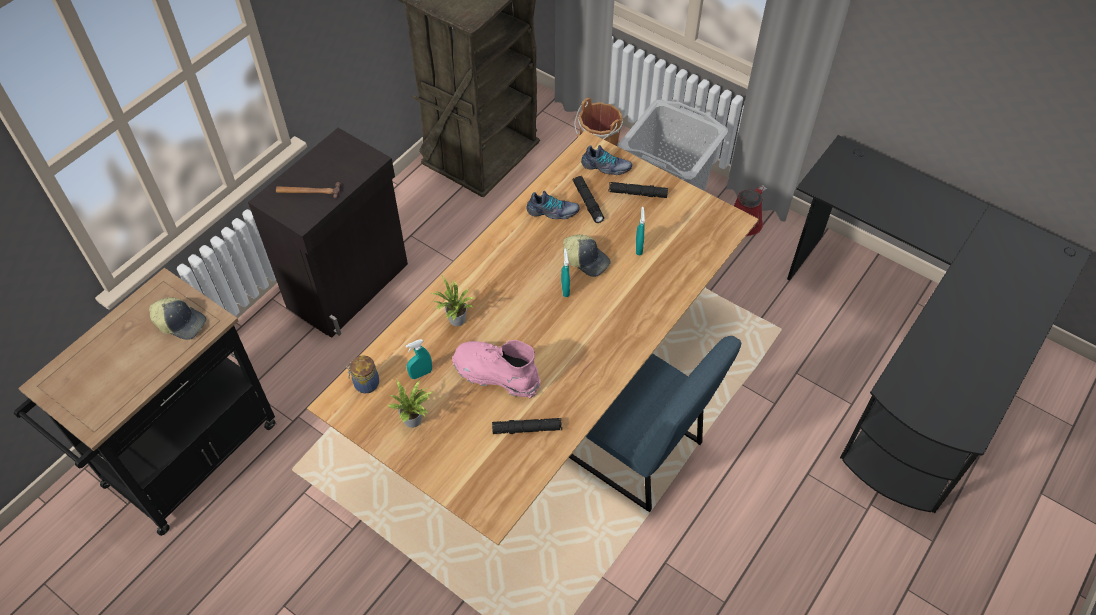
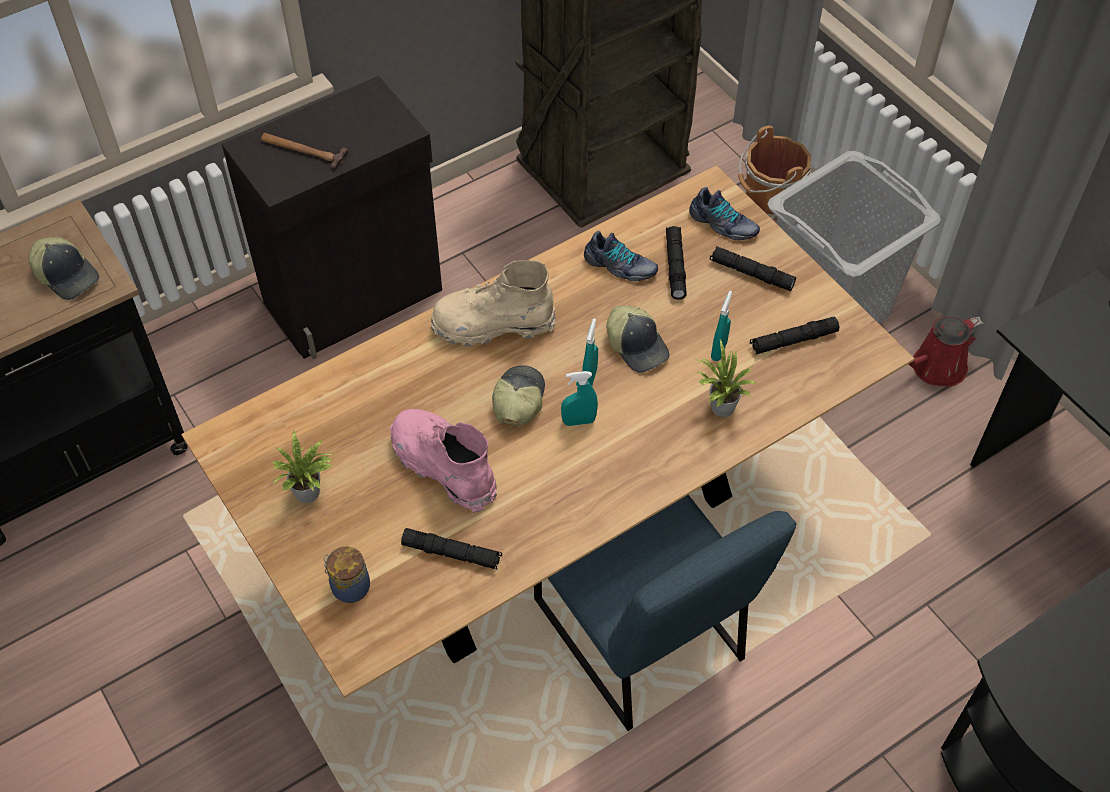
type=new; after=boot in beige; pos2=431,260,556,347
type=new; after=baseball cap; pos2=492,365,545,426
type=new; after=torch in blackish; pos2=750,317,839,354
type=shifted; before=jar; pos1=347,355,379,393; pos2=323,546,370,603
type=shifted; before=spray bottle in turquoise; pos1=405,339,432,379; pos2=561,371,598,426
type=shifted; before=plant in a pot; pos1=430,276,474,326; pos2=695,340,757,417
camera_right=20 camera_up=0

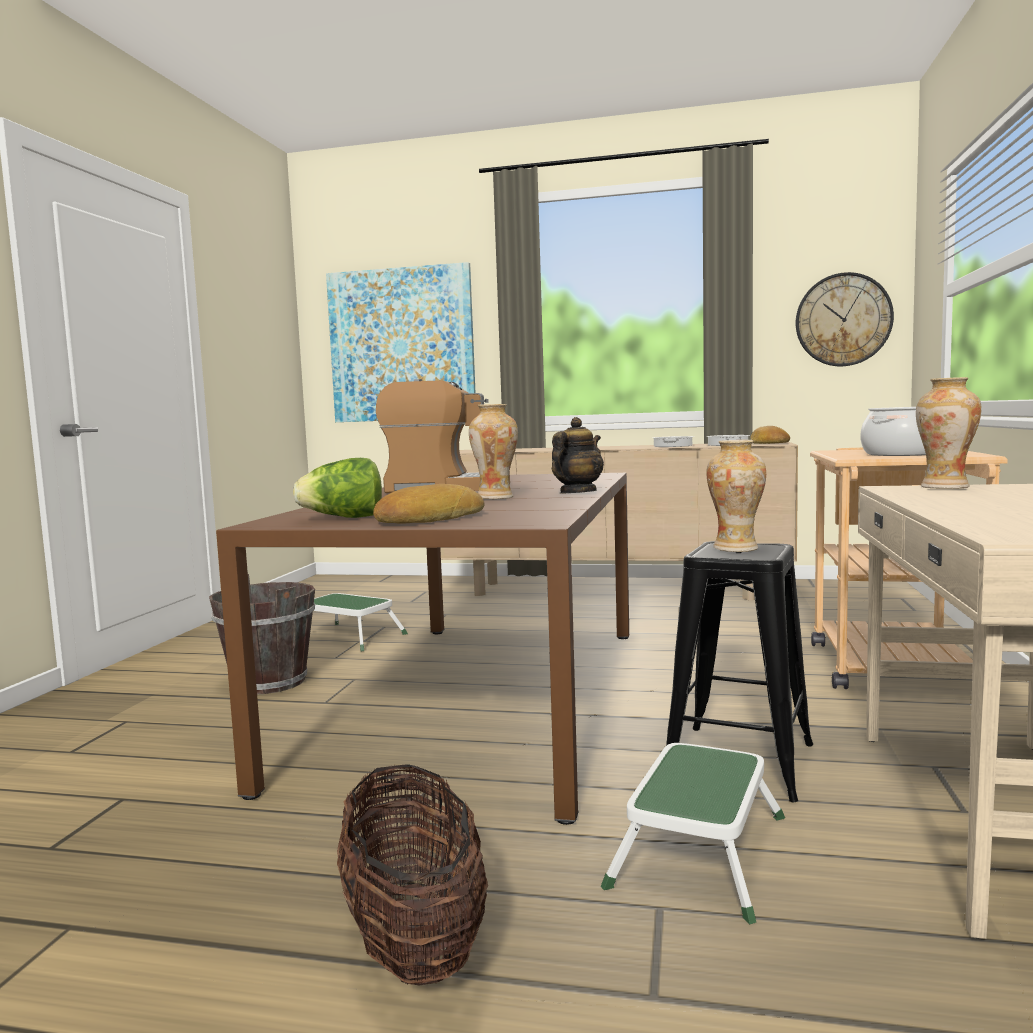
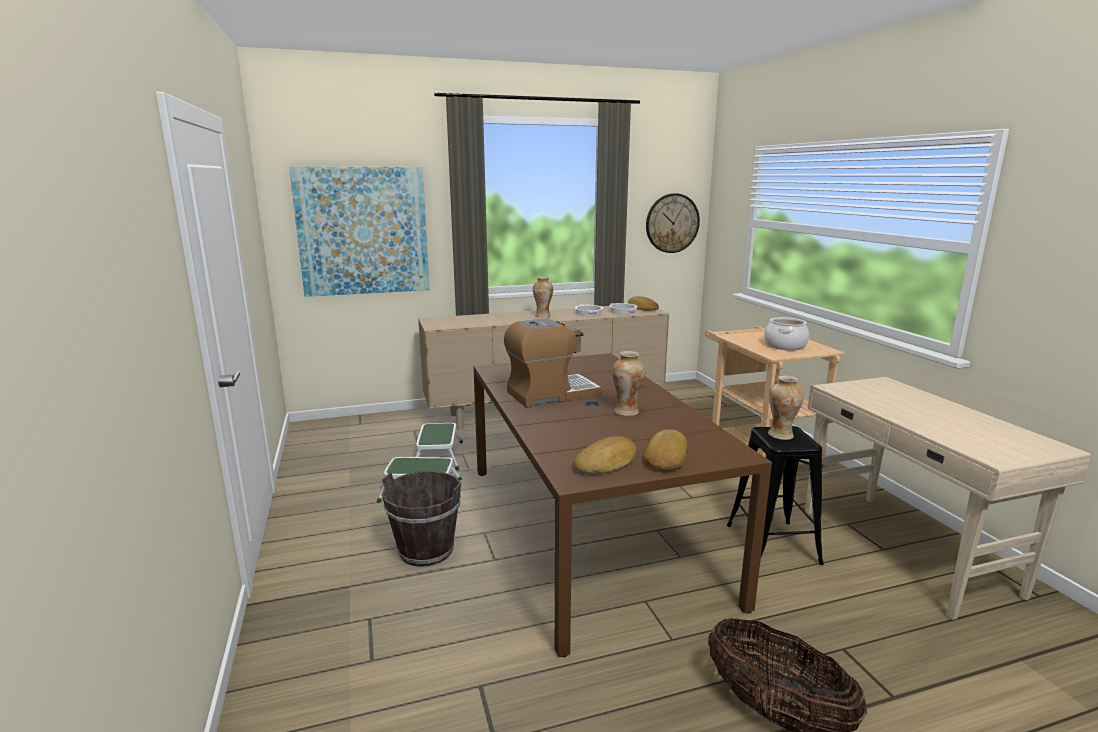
type=gone; before=teapot; pos1=552,417,604,493
type=shifted; before=step stool in green; pos1=601,743,785,924; pos2=416,423,463,471
type=shifted; before=decorative vase; pos1=916,377,981,489; pos2=533,277,553,317
type=swapped; before=head of lettuce; after=bakery bread; pos1=293,458,382,518; pos2=573,436,636,474
camera_right=-30 camera_up=10

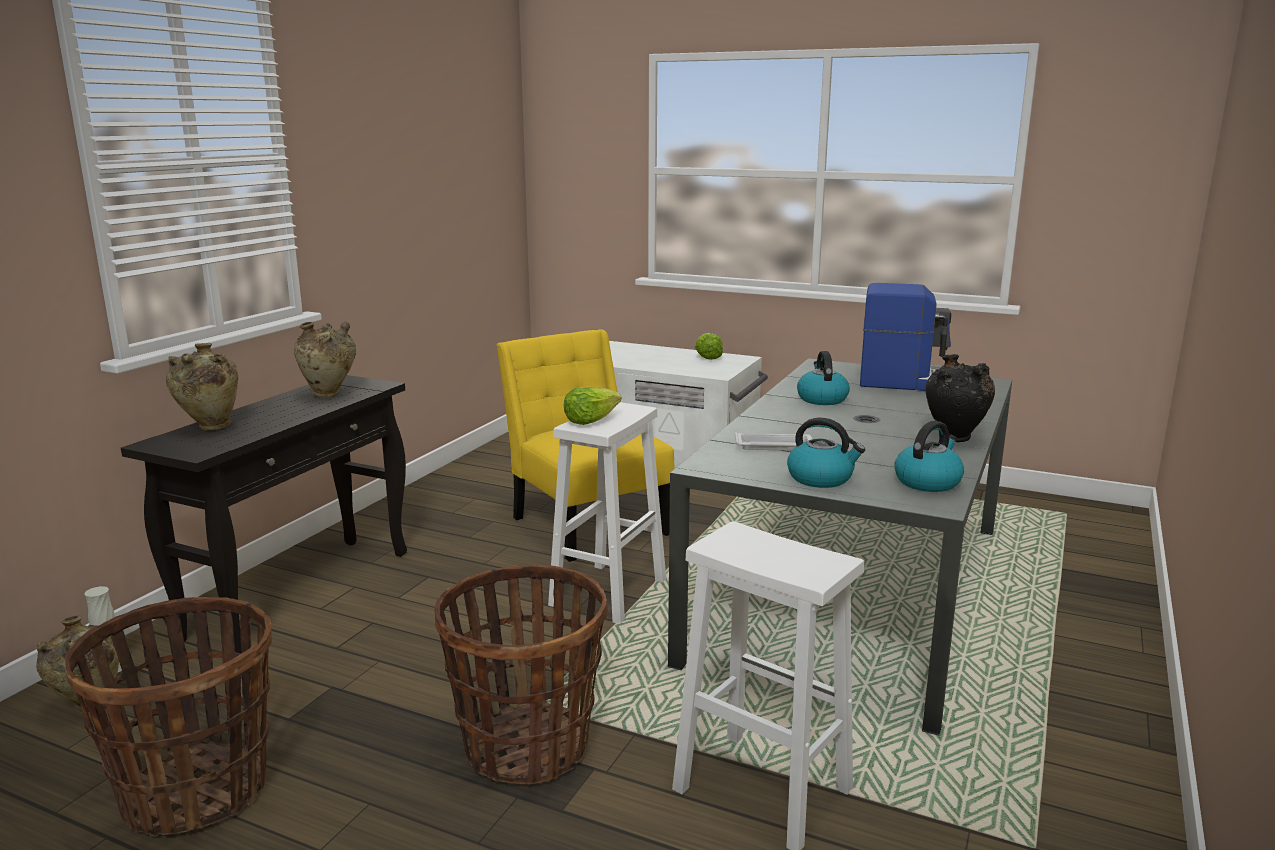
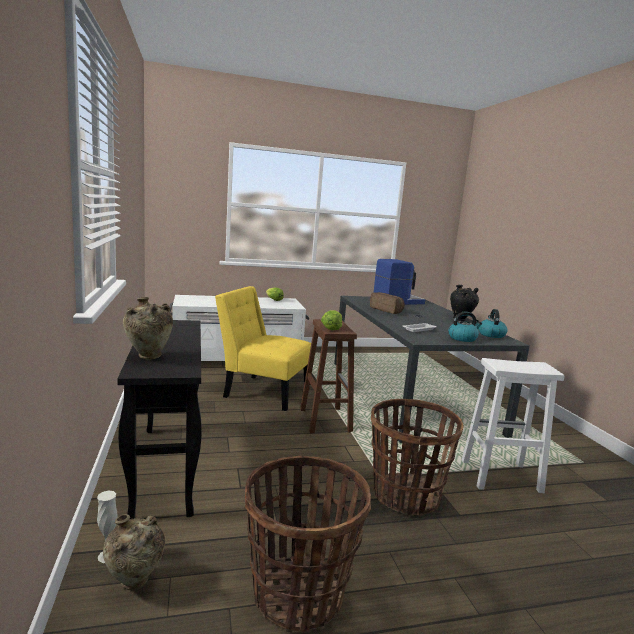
type=gone; before=decorative vase in beige; pos1=294,322,356,398
type=swapped; before=water kettle; after=bakery bread; pos1=797,351,850,405; pos2=370,292,405,314
type=repainted; before=stool in whitish; after=stool in brown-coloured; pos1=548,402,666,623; pos2=300,319,357,433
camera_right=-40 camera_up=-5

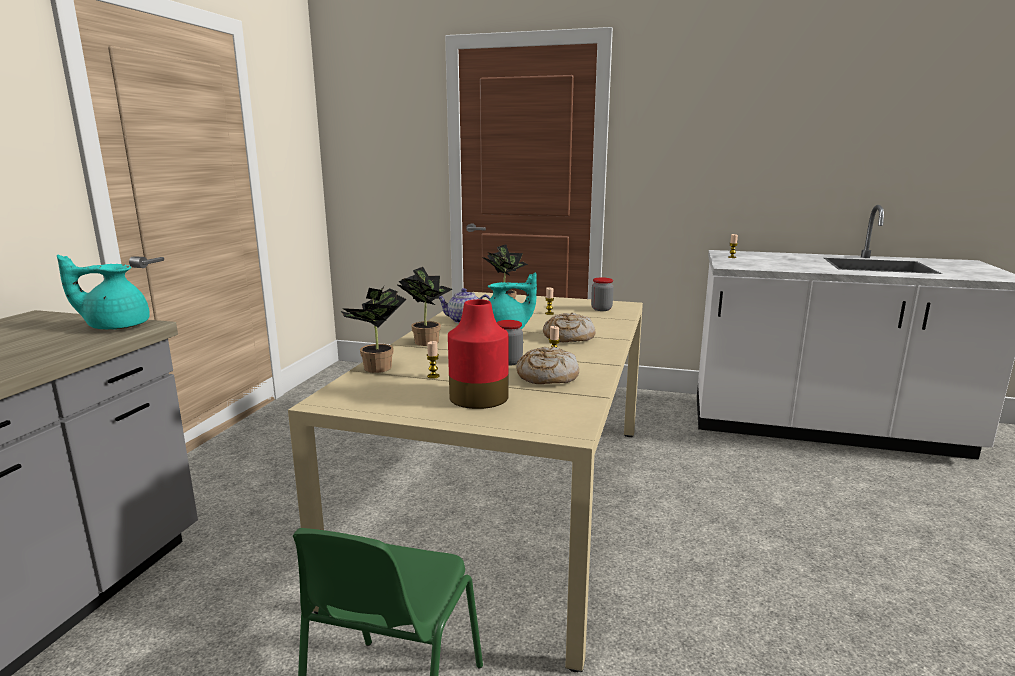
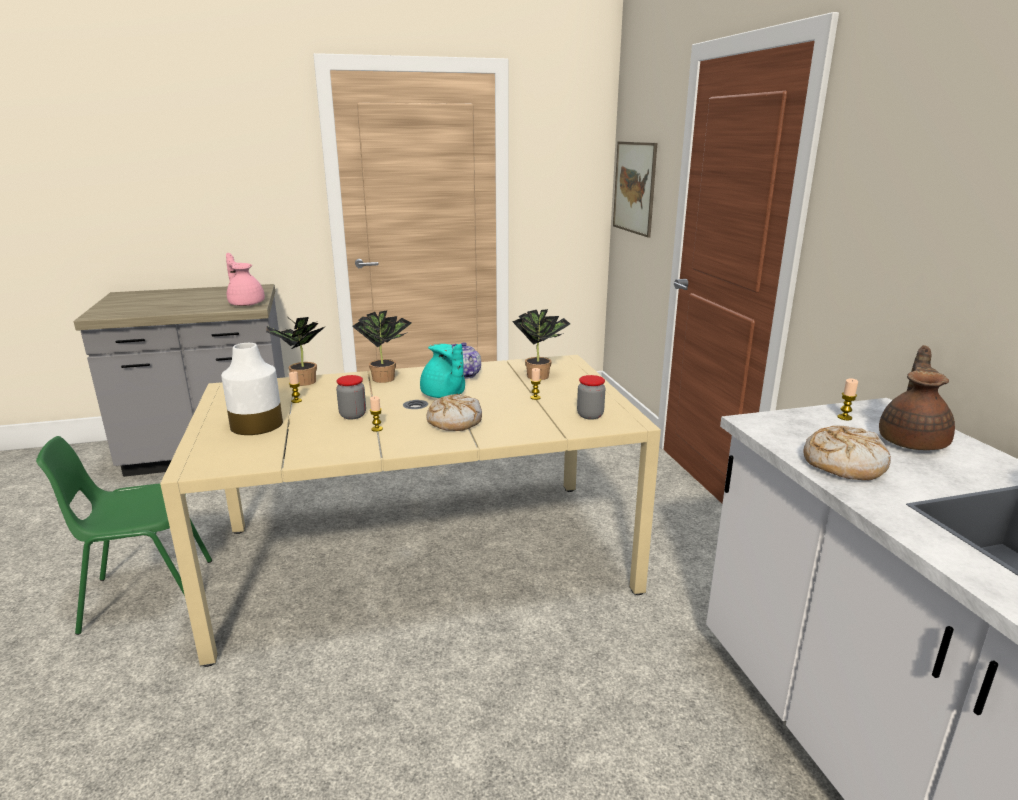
type=new; after=wall art; pos2=613,141,657,237
type=new; after=teapot in brown-coloured; pos2=879,345,955,450
type=shifted; before=bakery bread; pos1=516,346,579,384; pos2=803,425,891,480
type=repainted; before=teapot in turquoise; after=teapot in pink; pos1=57,255,150,330; pos2=226,253,265,306
type=repainted; before=decorative vase in reddish; after=decorative vase in whitish; pos1=448,299,508,409; pos2=221,343,283,435
camera_right=60 camera_up=5

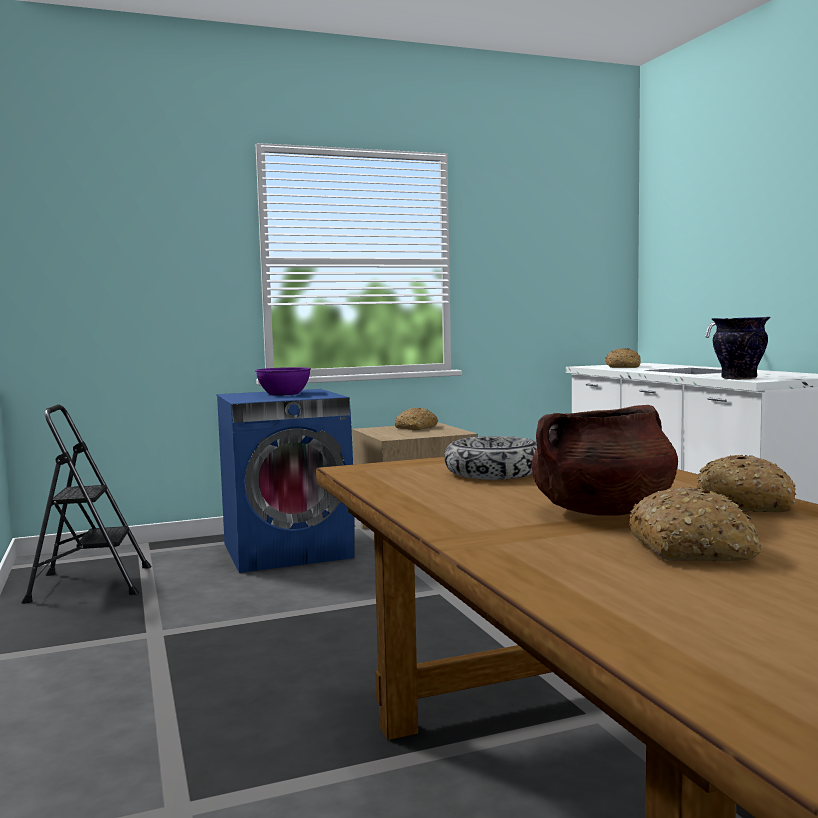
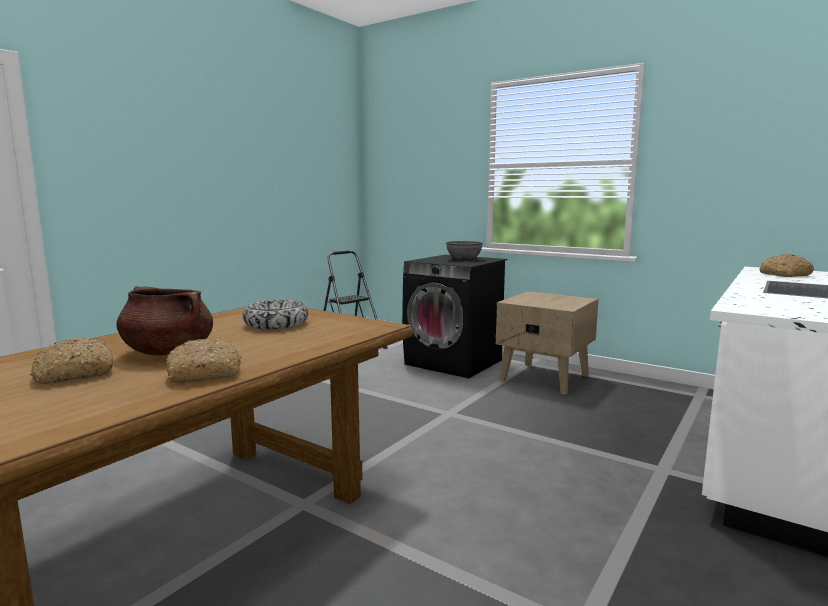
type=gone; before=bakery bread; pos1=395,408,438,430
type=gone; before=decorative vase; pos1=712,317,771,379
type=repainted; before=washing machine in blue-coloured; after=washing machine in blackish; pos1=216,389,355,573; pos2=402,255,508,378
type=repainted; before=deep dish in purple-coloured; after=deep dish in gray; pos1=255,367,311,395; pos2=446,241,483,261
camera_right=55 camera_up=5

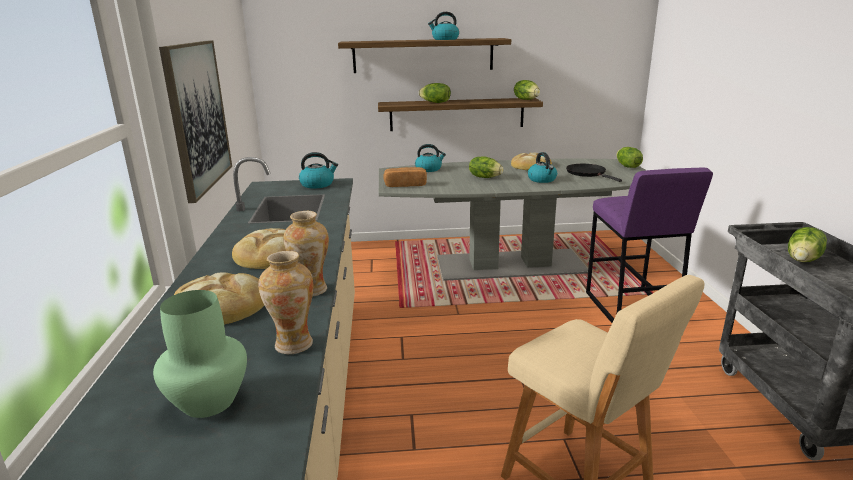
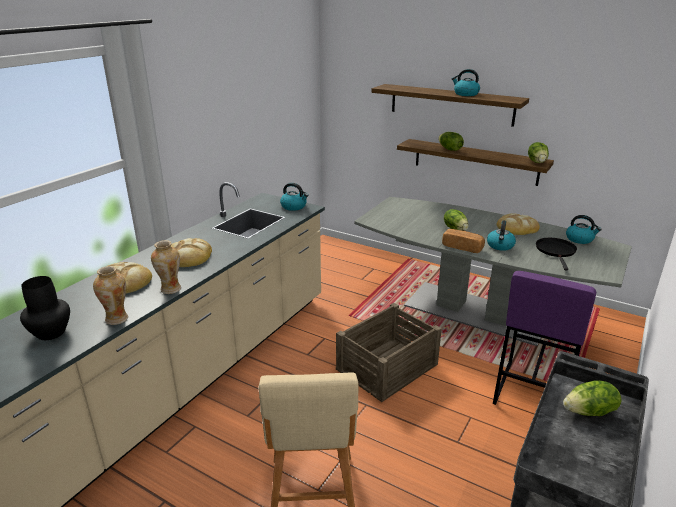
type=gone; before=wall art; pos1=159,41,232,203
type=gone; before=head of lettuce; pos1=617,147,643,168
type=new; after=shipping crate; pos2=336,303,442,402
type=shifted; before=bakery bread; pos1=383,167,427,187; pos2=442,229,485,253
type=shifted; before=water kettle; pos1=415,144,446,172; pos2=566,215,602,244
type=repainted; before=decorative vase in green; after=decorative vase in blackish; pos1=153,290,247,418; pos2=20,276,70,340
camera_right=35 camera_up=5

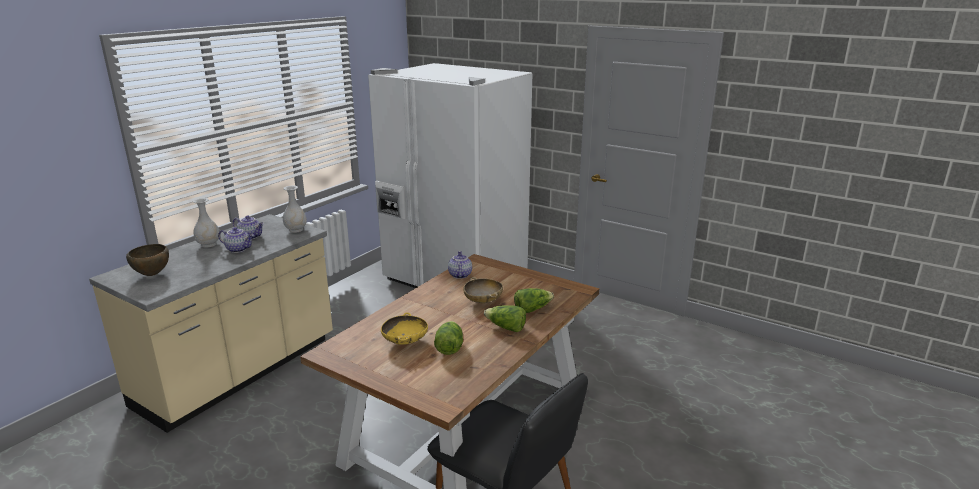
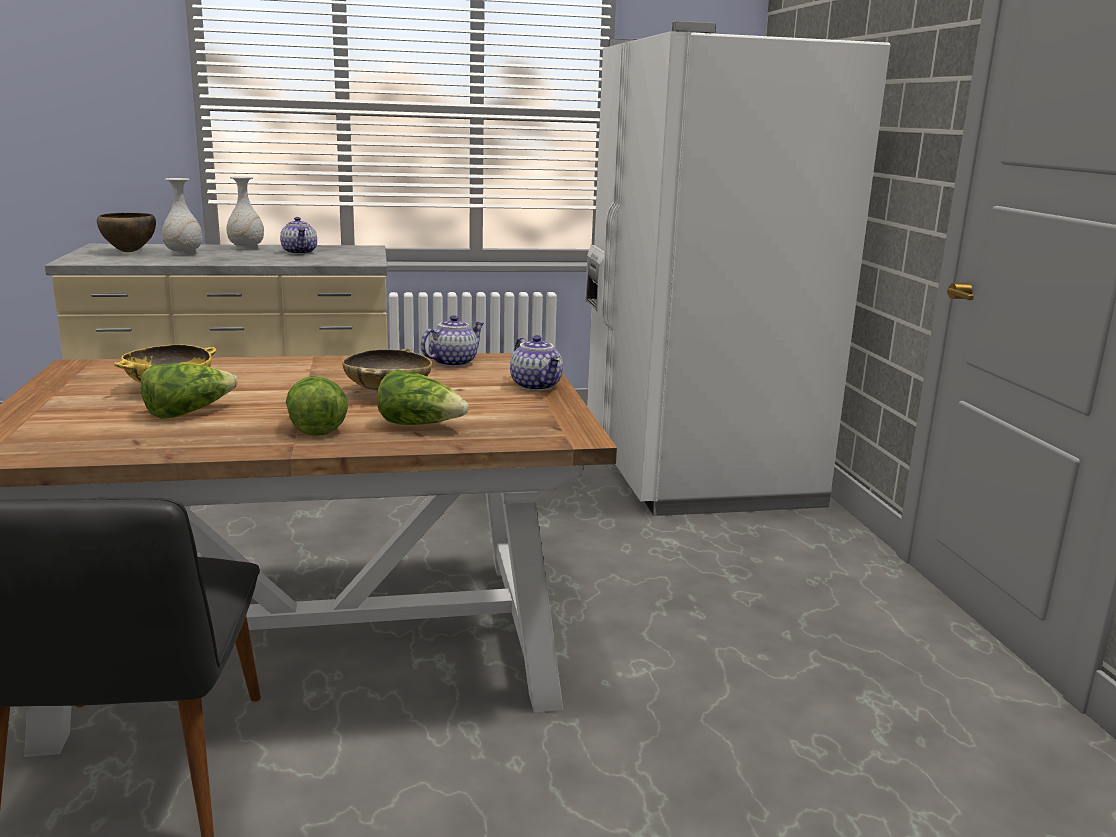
type=shifted; before=teapot; pos1=218,227,254,253; pos2=510,335,563,391
type=shifted; before=decorative vase in whitish; pos1=283,186,307,233; pos2=162,178,202,256
camera_right=45 camera_up=-5

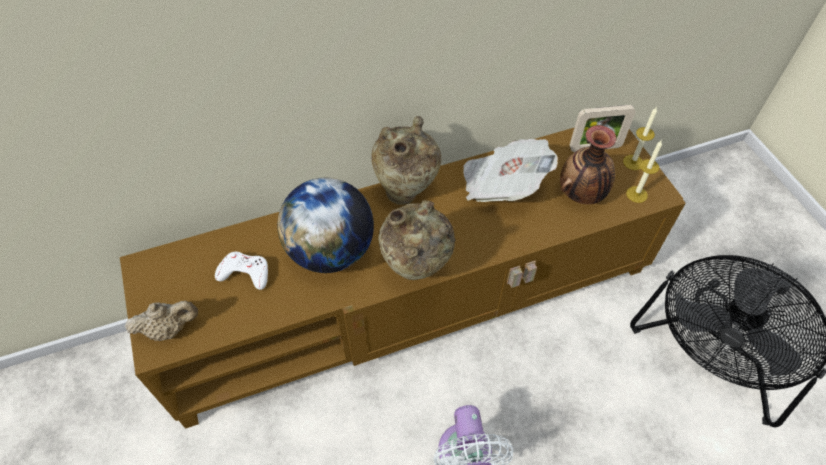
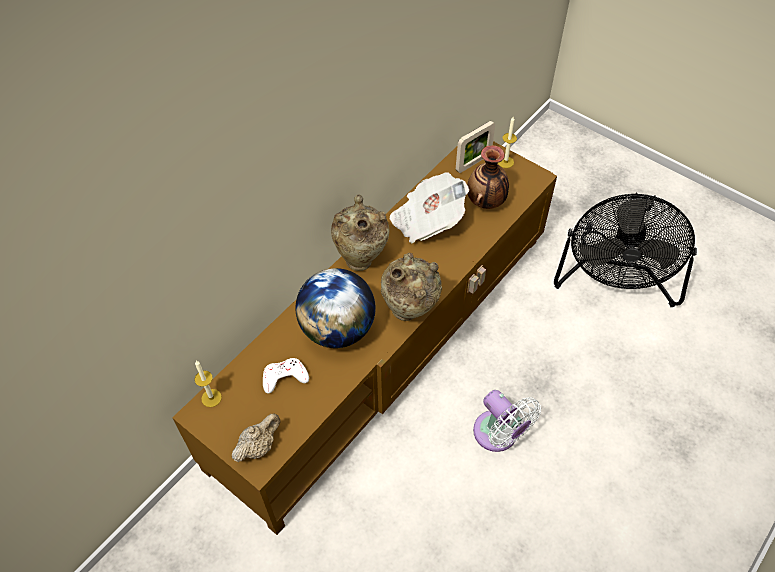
type=shifted; before=wax light; pos1=626,140,662,203; pos2=195,361,222,407
camera_right=-30 camera_up=0

